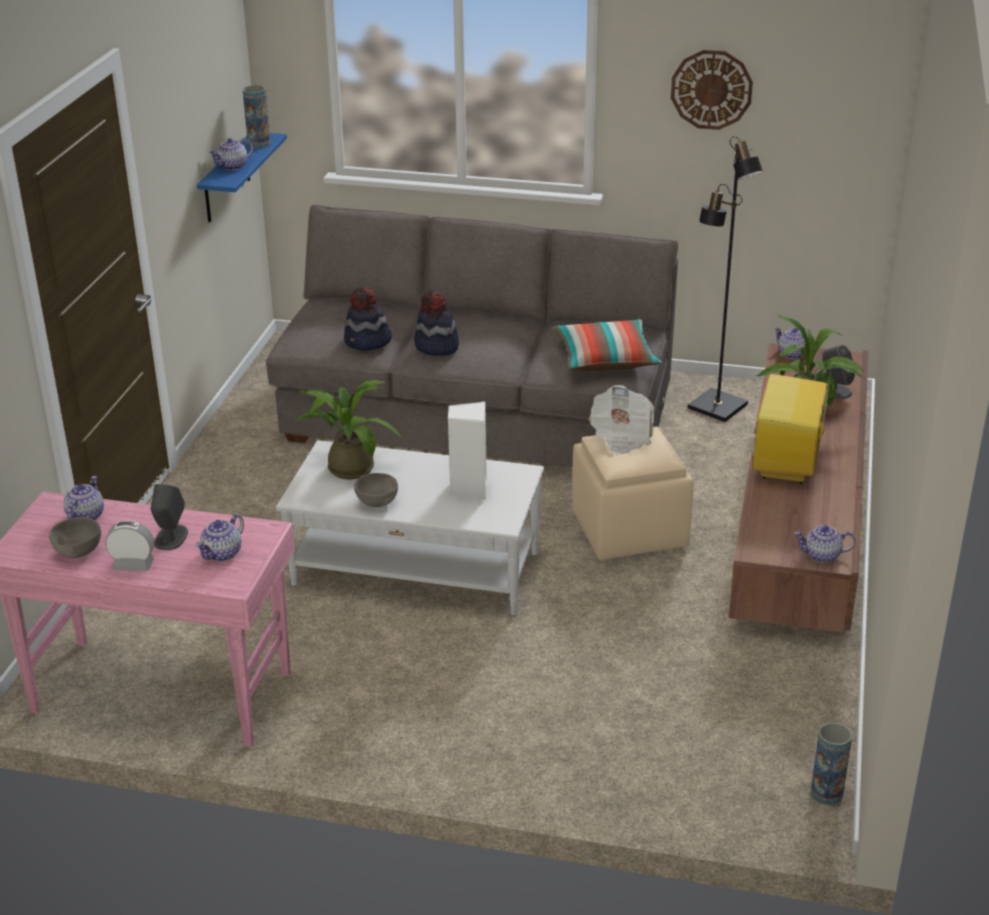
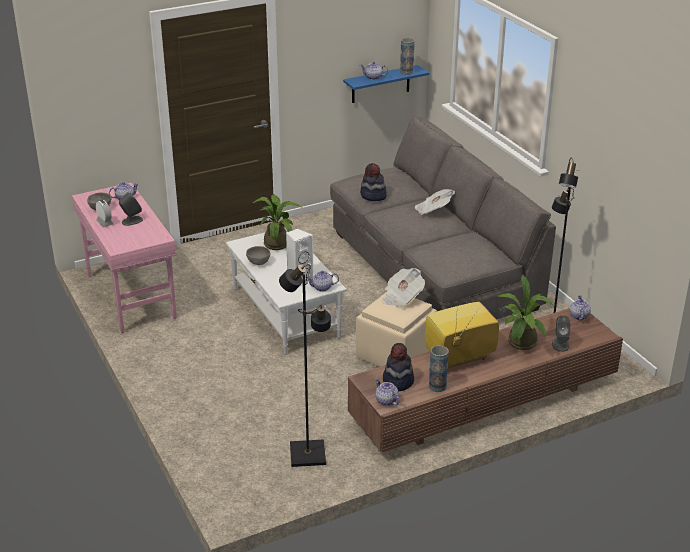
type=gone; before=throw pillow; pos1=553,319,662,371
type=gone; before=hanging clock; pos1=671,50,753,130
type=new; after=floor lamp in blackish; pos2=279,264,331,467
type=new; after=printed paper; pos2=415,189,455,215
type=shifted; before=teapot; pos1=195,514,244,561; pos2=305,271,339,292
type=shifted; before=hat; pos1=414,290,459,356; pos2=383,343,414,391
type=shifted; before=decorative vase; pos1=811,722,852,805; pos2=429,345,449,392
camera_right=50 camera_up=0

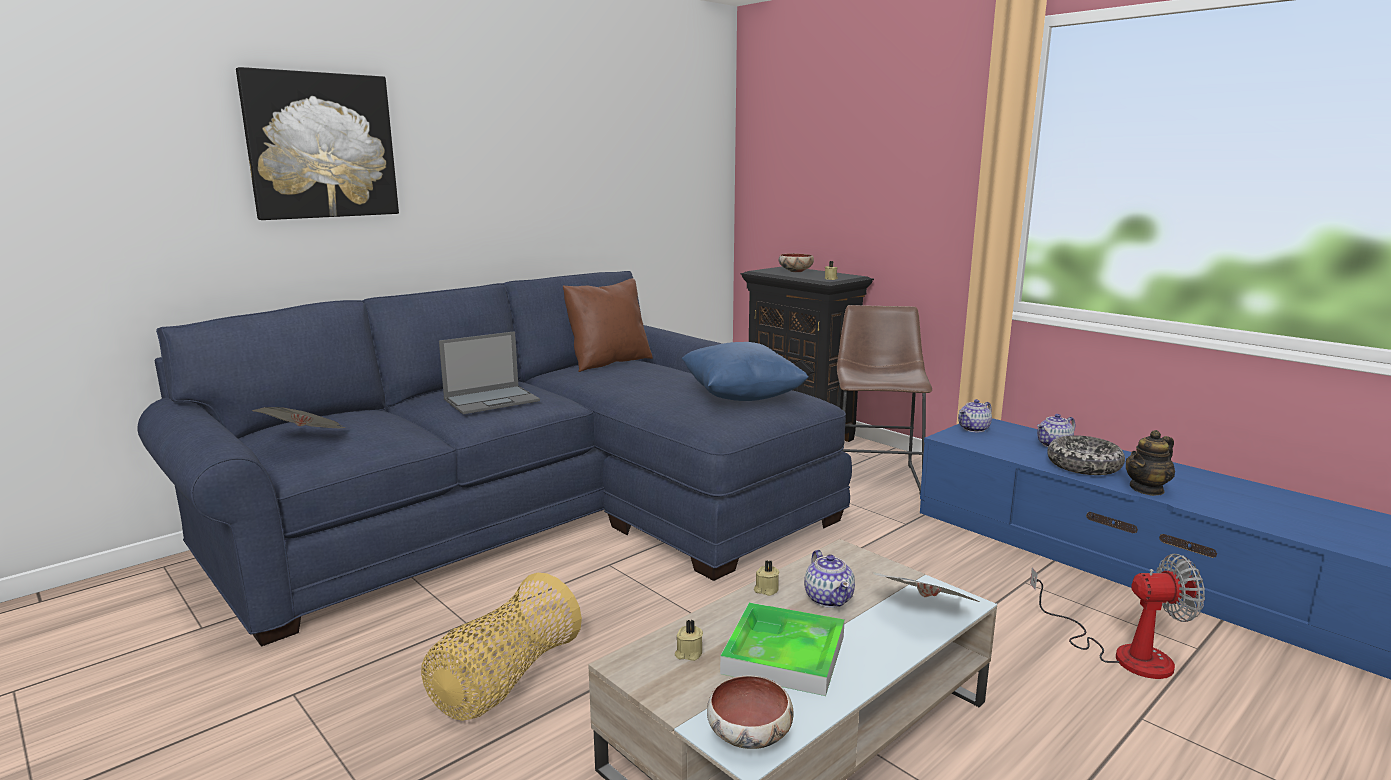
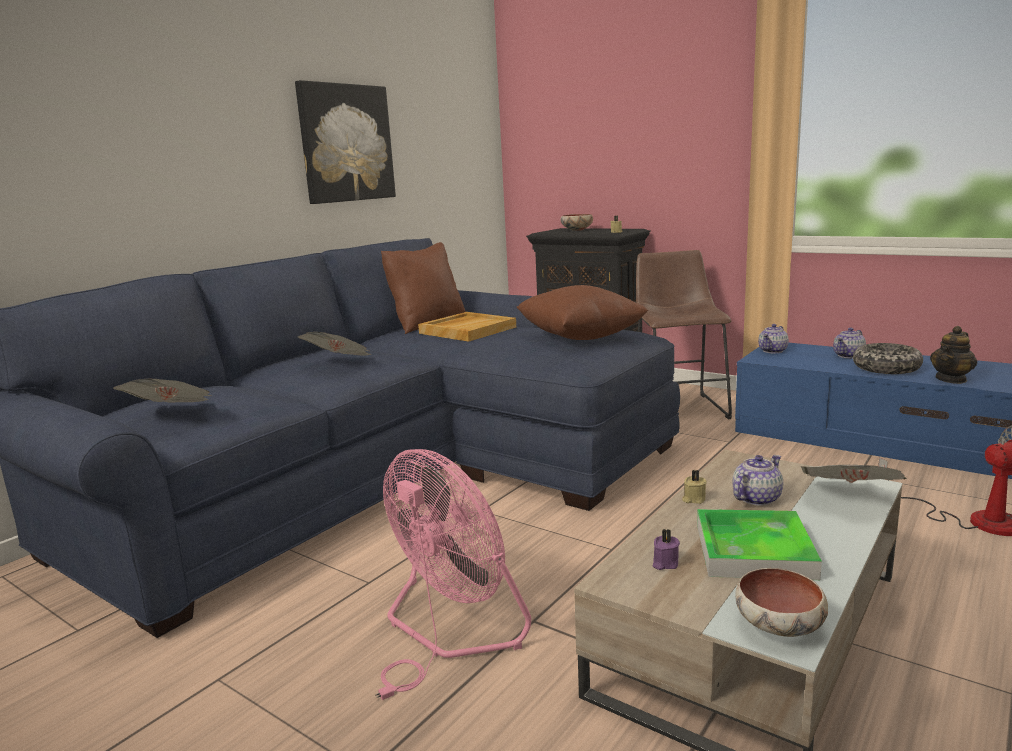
type=new; after=carrying tray in beige; pos2=418,312,516,342
type=shifted; before=wall art; pos1=236,67,399,220; pos2=295,80,396,204
type=swapped; before=basket; after=electric fan in pink; pos1=421,573,582,721; pos2=375,449,531,700
type=swapped; before=notebook computer; after=printed paper; pos1=439,331,540,414; pos2=298,332,371,355
type=repainted; before=wax light in beige; after=wax light in purple-coloured; pos1=675,620,703,661; pos2=653,529,680,570
type=repainted; before=throw pillow in blue-coloured; after=throw pillow in brown-coloured; pos1=682,342,809,401; pos2=517,285,648,340
type=rotated; before=teapot; pos1=804,550,855,608; pos2=732,455,783,506; turn=-105
camera_right=-10 camera_up=0

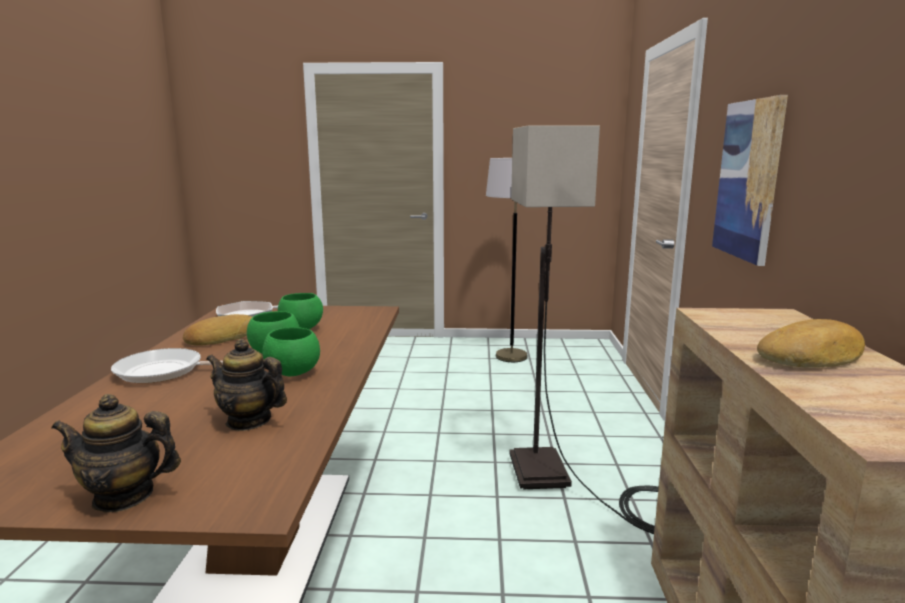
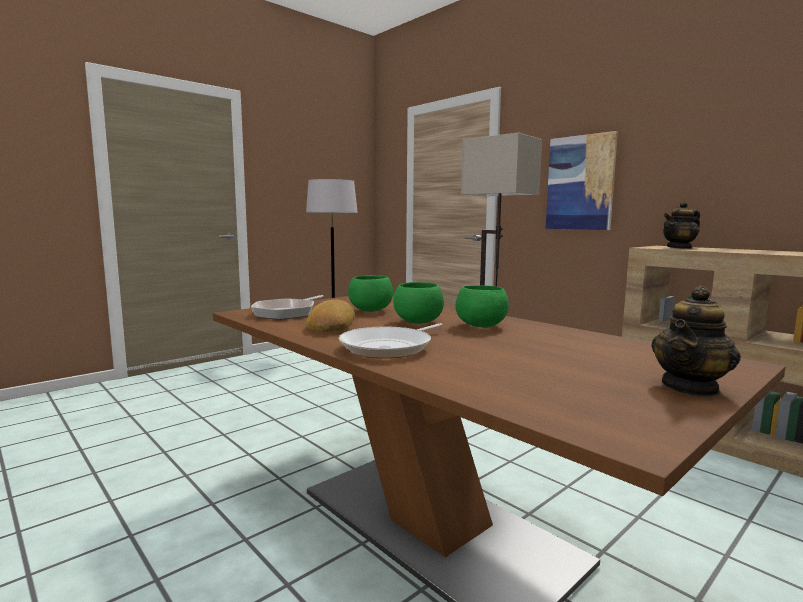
type=gone; before=bakery bread; pos1=757,319,865,368
type=shifted; before=teapot; pos1=206,339,287,431; pos2=663,201,700,249
camera_right=-45 camera_up=-5

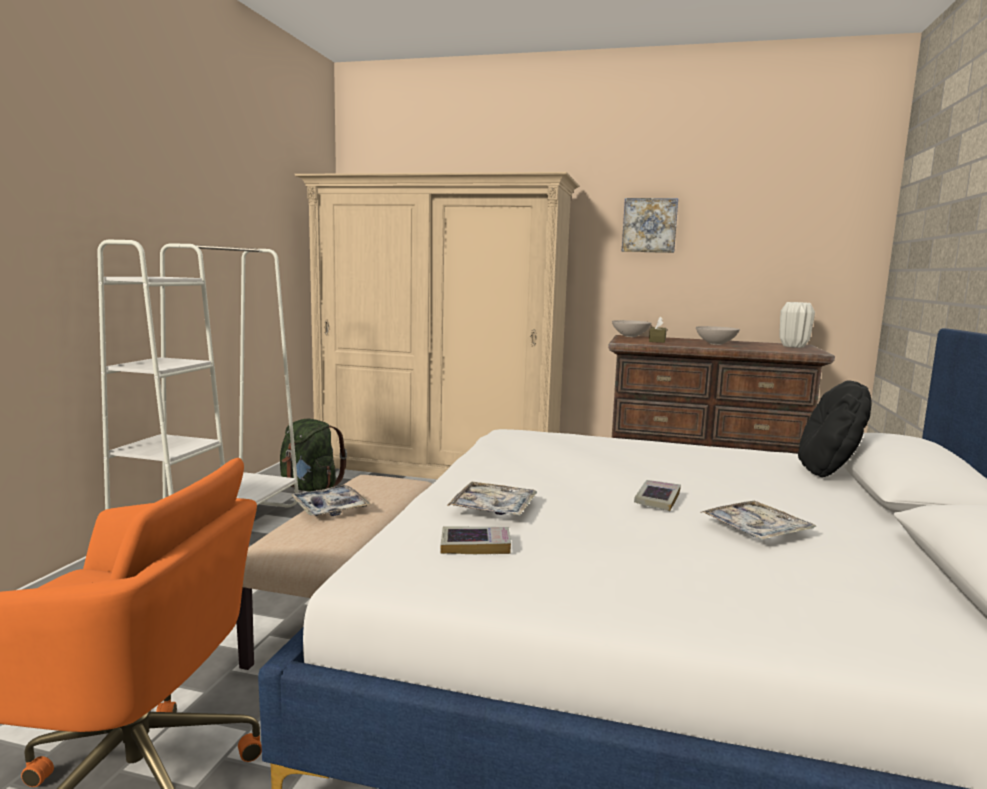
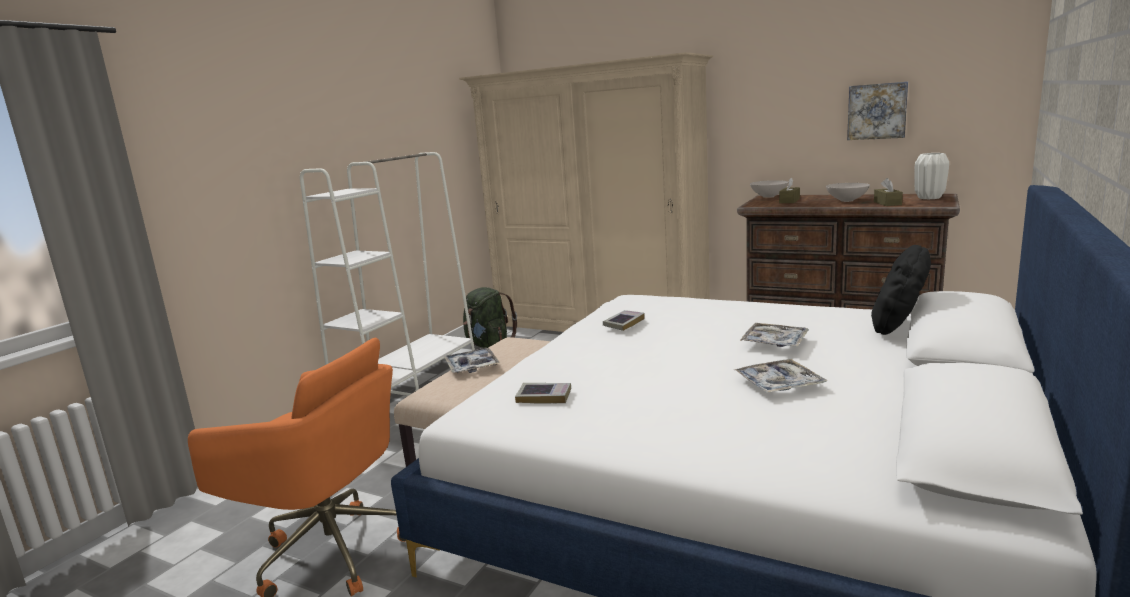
type=new; after=box of tissues in brown-coloured; pos2=874,178,903,206
type=shifted; before=carrying tray; pos1=447,482,537,516; pos2=740,323,808,347
type=shifted; before=wall art; pos1=622,198,678,253; pos2=847,82,908,140
type=shifted; before=volume; pos1=634,480,681,511; pos2=603,310,645,331
camera_right=15 camera_up=5

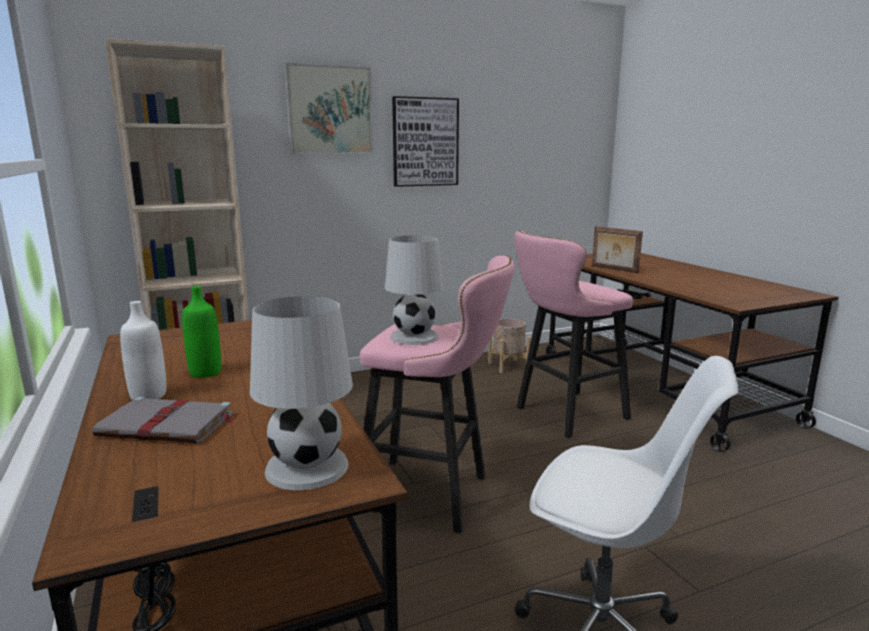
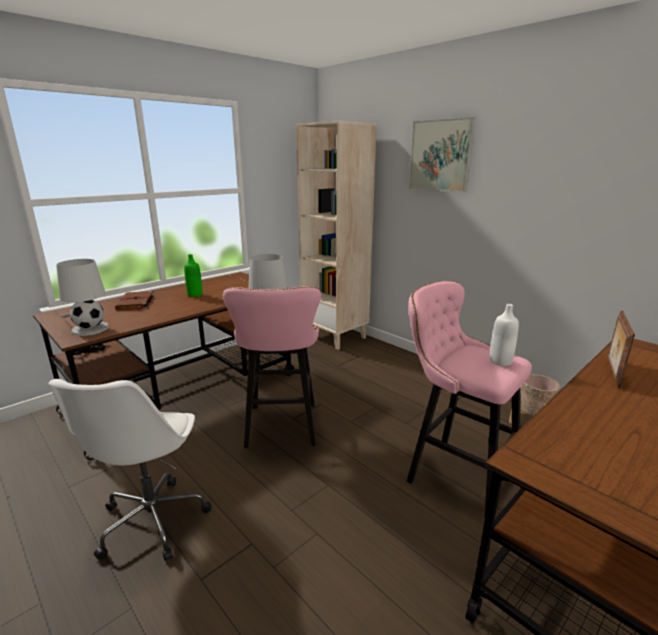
type=gone; before=wall art; pos1=392,96,459,187
type=shifted; before=beverage bottle in whitish; pos1=120,301,166,400; pos2=490,304,519,366
type=repainted; before=volume in gray; after=volume in brown-coloured; pos1=92,396,234,444; pos2=115,291,154,310
camera_right=70 camera_up=5

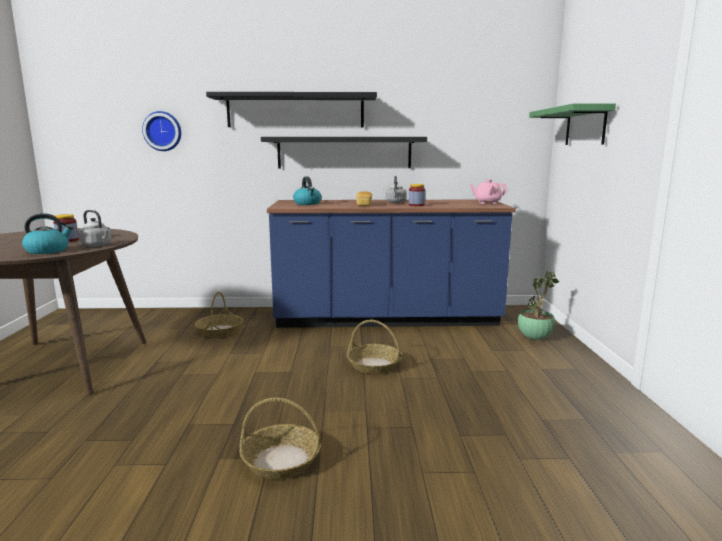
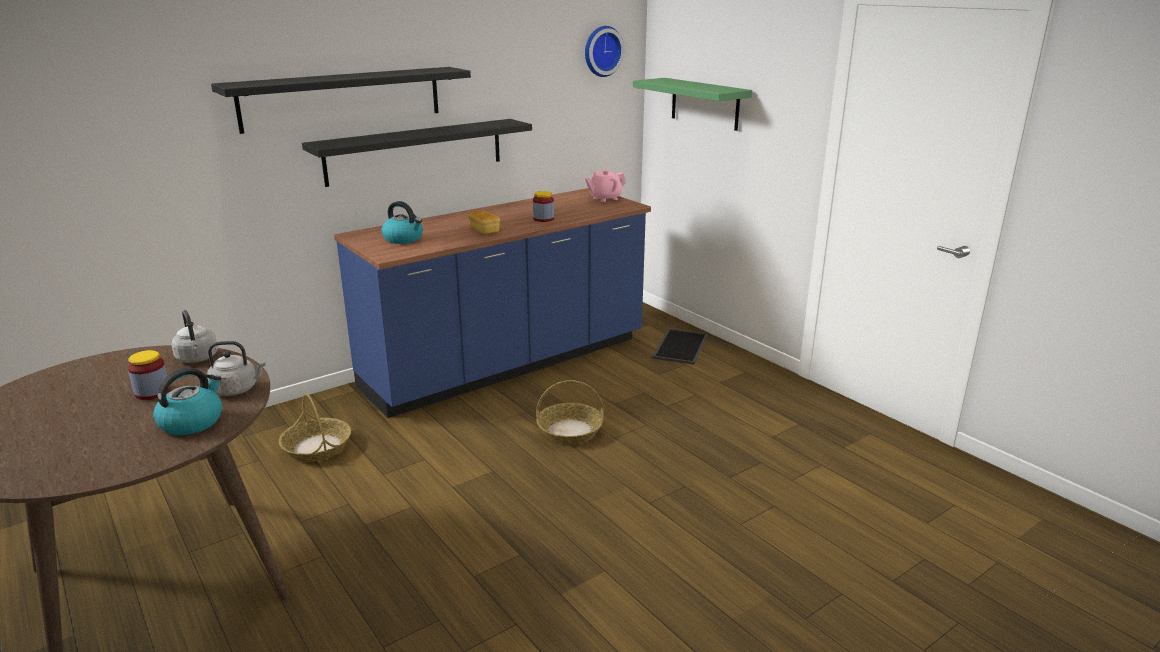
type=gone; before=basket; pos1=240,398,321,479
type=shifted; before=hanging clock; pos1=142,111,181,151; pos2=585,26,625,77
type=shifted; before=water kettle in gray; pos1=386,176,407,203; pos2=172,310,218,363
type=swapped; before=plant in a pot; after=carrying tray; pos1=518,271,559,340; pos2=652,328,708,365
camera_right=-35 camera_up=10

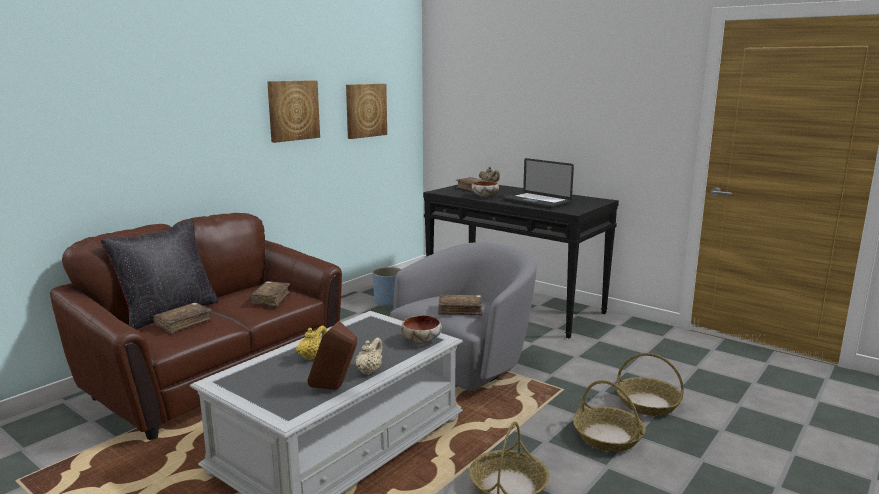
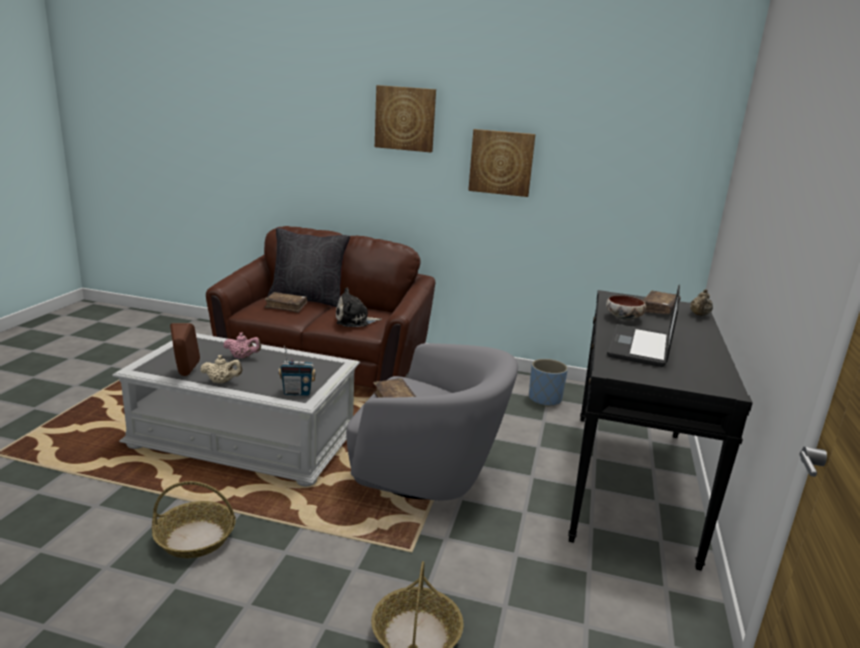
type=gone; before=basket; pos1=573,380,646,452
type=shifted; before=wall art; pos1=346,84,387,139; pos2=375,85,436,152
type=swapped; before=volume in brown-coloured; after=cuddly toy; pos1=249,281,290,307; pos2=336,287,382,327
type=swapped; before=deep dish; after=radio set; pos1=401,315,442,343; pos2=278,346,316,396
type=repainted; before=teapot in yellow; after=teapot in pink; pos1=296,326,327,361; pos2=223,333,261,359
camera_right=65 camera_up=5

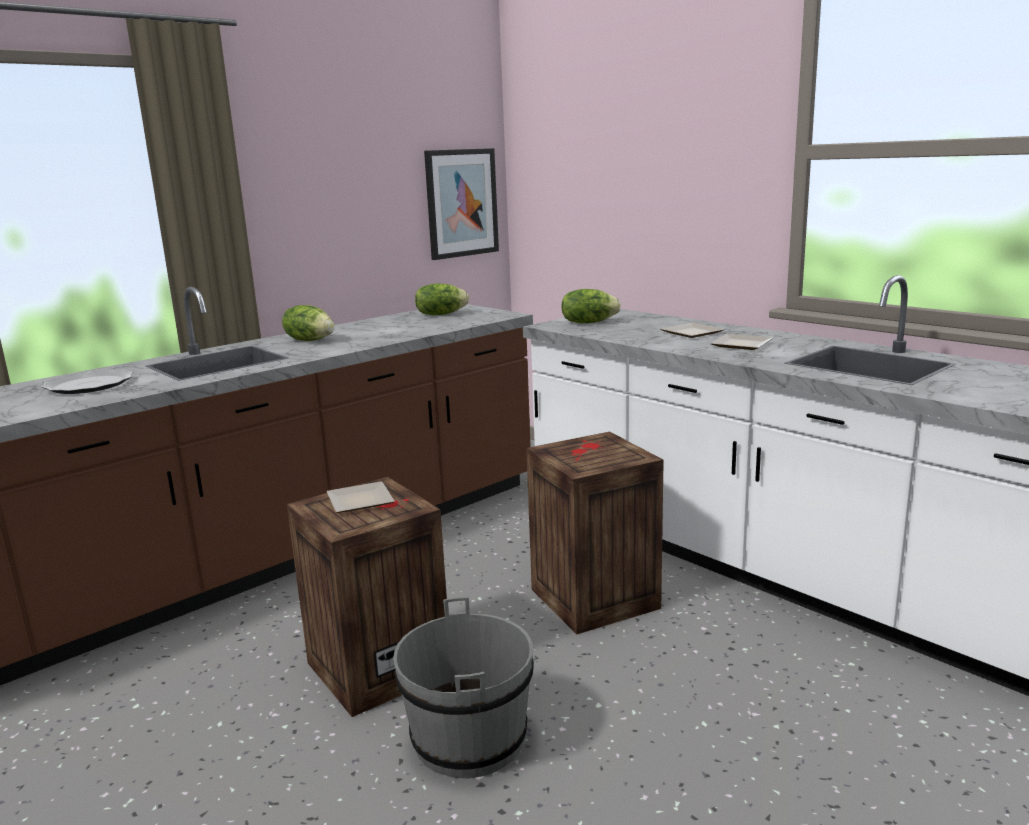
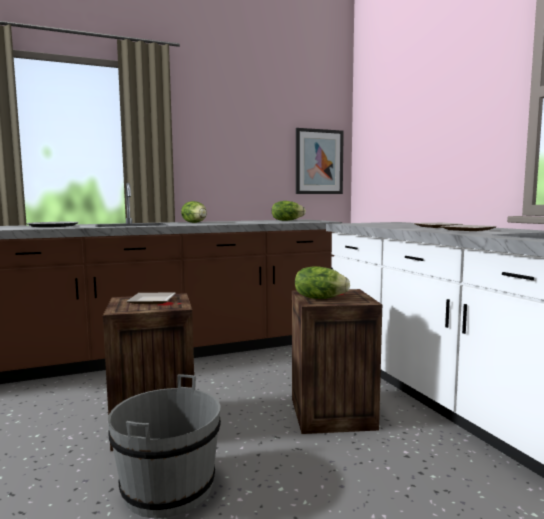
type=shifted; before=head of lettuce; pos1=561,289,621,323; pos2=295,266,350,299
camera_right=20 camera_up=-10

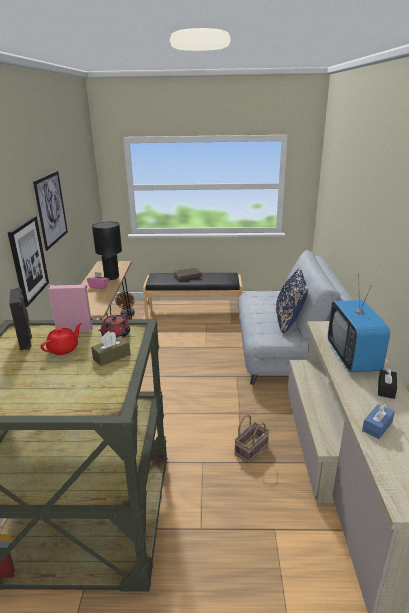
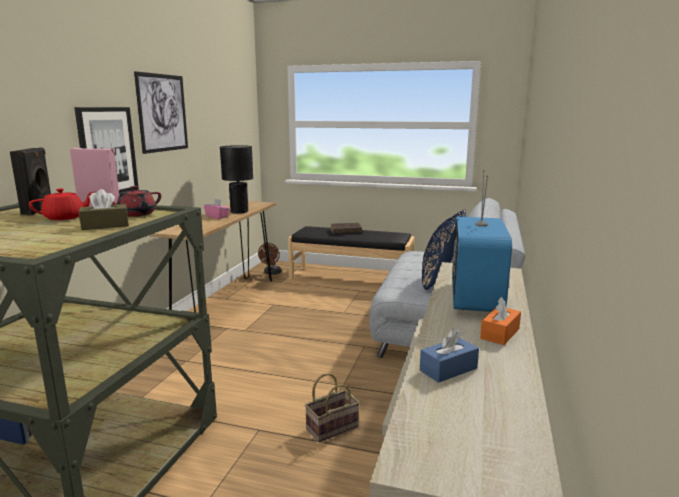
type=repainted; before=box of tissues in blackish; after=box of tissues in orange; pos1=378,367,397,399; pos2=480,297,521,345
camera_right=15 camera_up=-10

